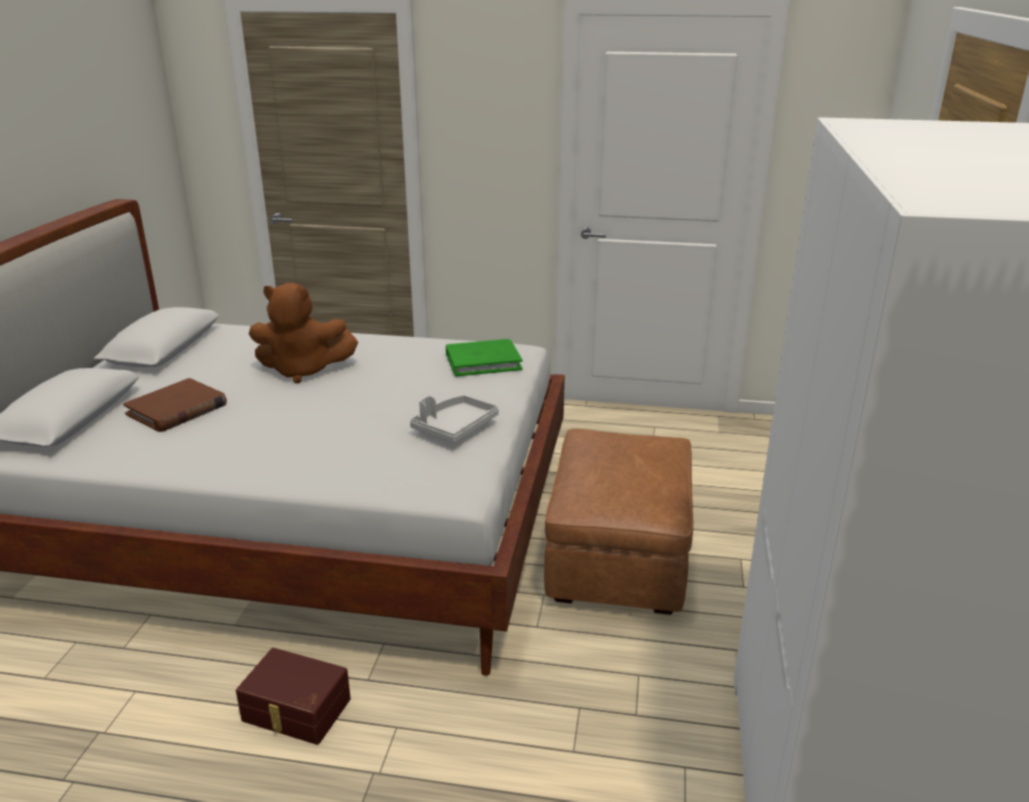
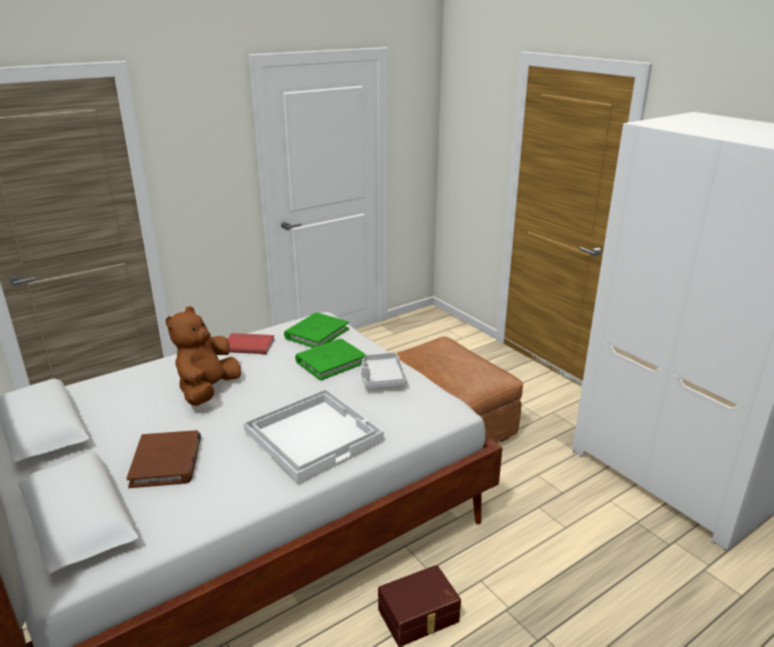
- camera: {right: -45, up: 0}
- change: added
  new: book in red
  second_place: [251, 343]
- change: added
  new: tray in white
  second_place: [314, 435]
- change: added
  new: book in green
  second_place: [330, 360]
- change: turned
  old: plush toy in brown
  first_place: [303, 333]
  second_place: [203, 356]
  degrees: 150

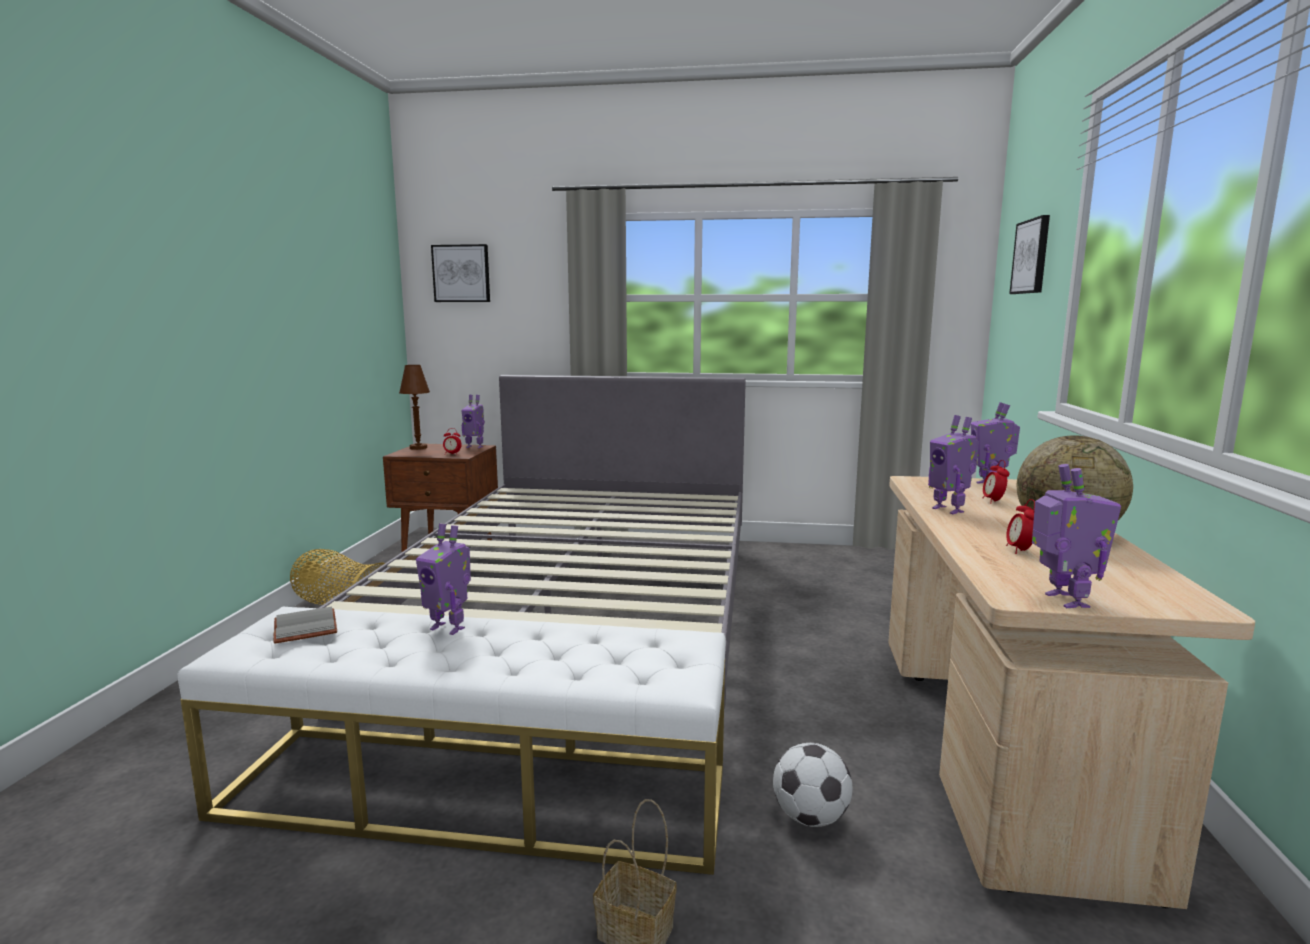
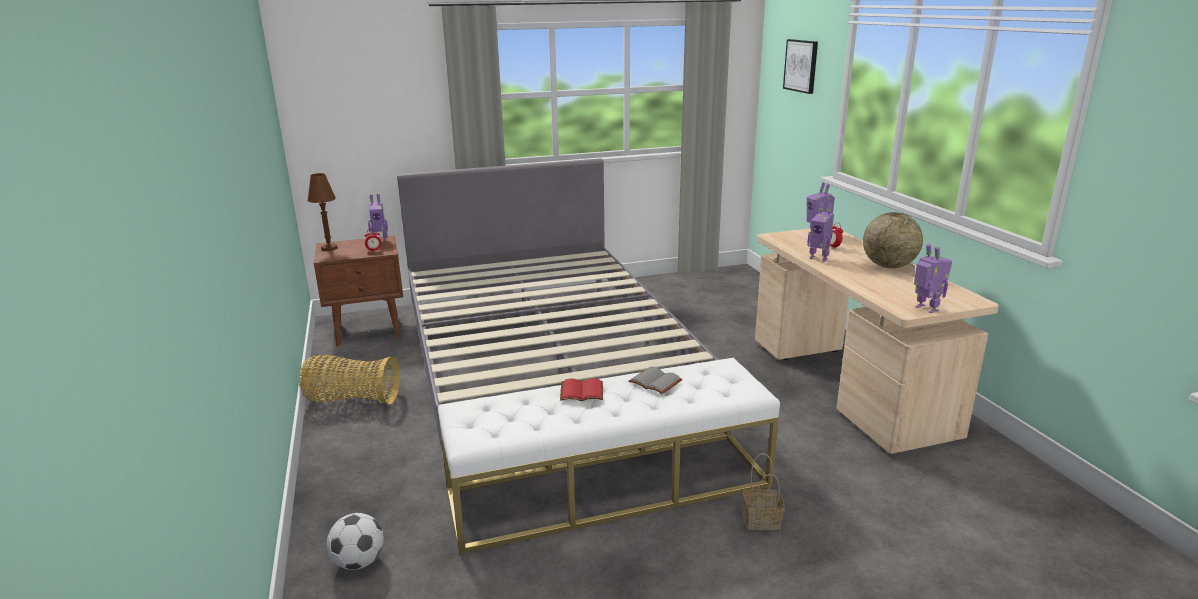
- camera: {right: -25, up: 10}
- change: removed
  old: picture
  first_place: [460, 273]
- change: removed
  old: alarm clock
  first_place: [1020, 526]
- change: moved
  old: book in grey
  first_place: [305, 625]
  second_place: [655, 380]
- change: moved
  old: football
  first_place: [813, 785]
  second_place: [355, 541]
- change: replaced
  old: toy robot
  new: book in red
  first_place: [443, 579]
  second_place: [581, 389]

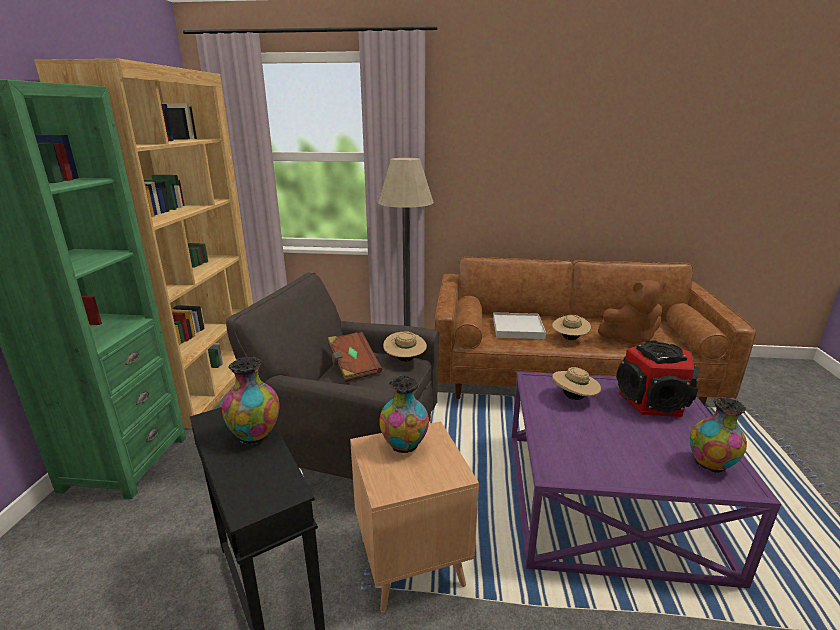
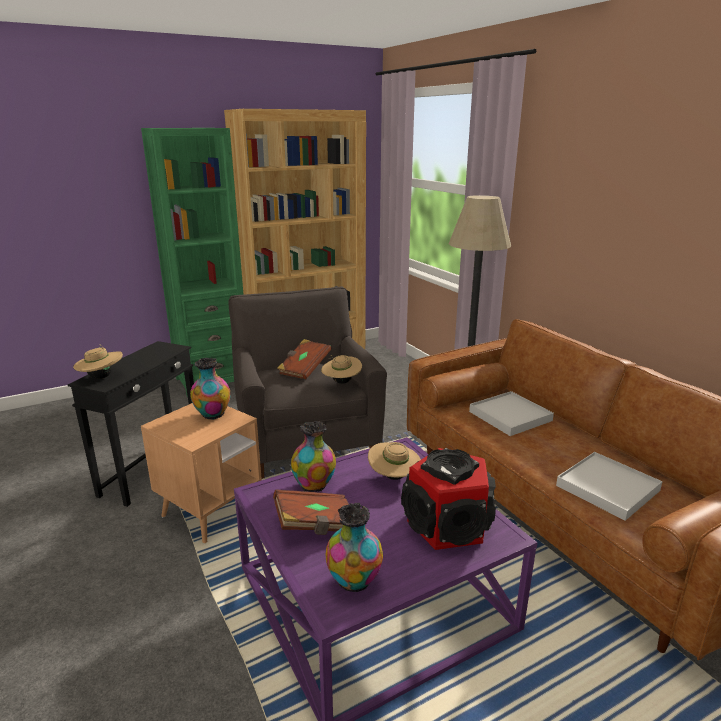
- camera: {right: 55, up: 0}
- change: added
  new: book in brown
  second_place: [311, 512]
- change: moved
  old: vase
  first_place: [251, 400]
  second_place: [313, 456]
- change: moved
  old: hat in beige
  first_place: [571, 327]
  second_place: [98, 361]
- change: replaced
  old: plush toy in brown
  new: tray in white
  first_place: [632, 312]
  second_place: [609, 486]

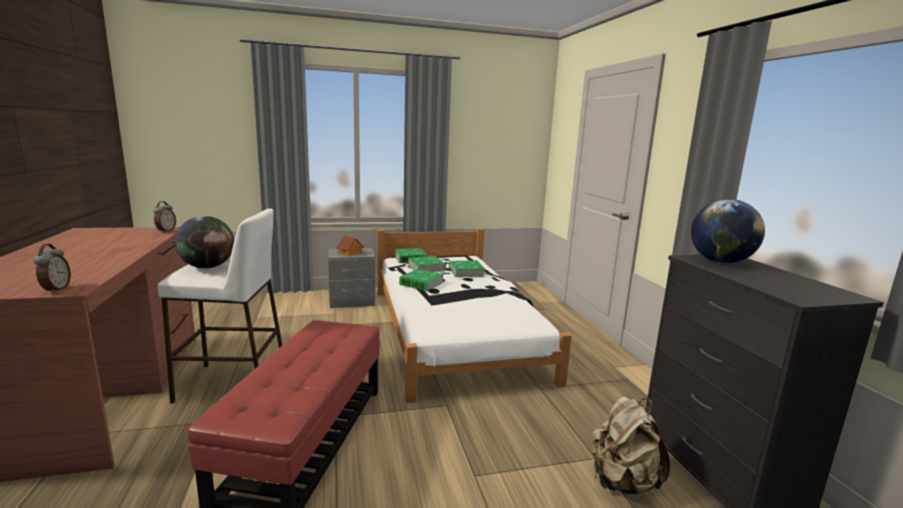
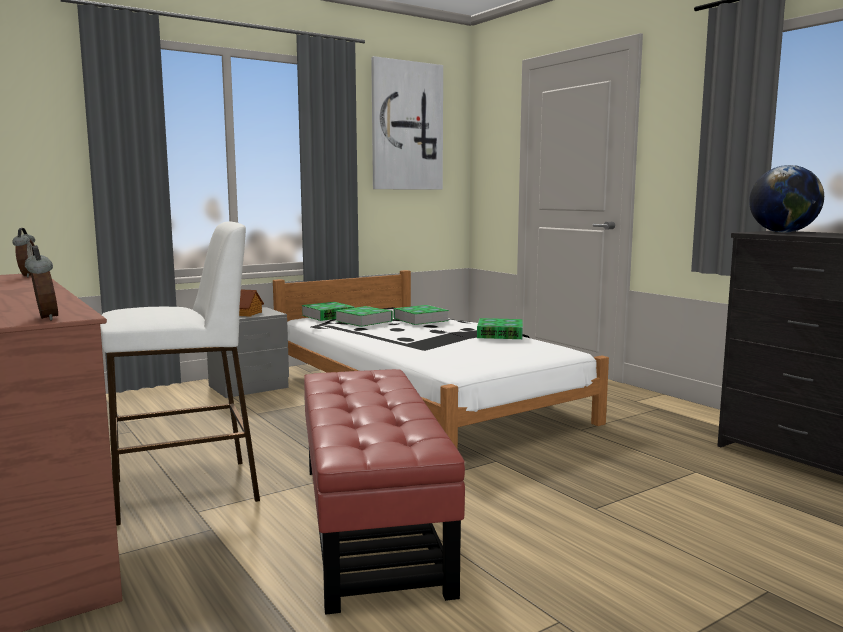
- camera: {right: -20, up: -5}
- change: removed
  old: globe
  first_place: [204, 242]
- change: removed
  old: backpack in beige
  first_place: [631, 445]
- change: added
  new: picture
  second_place: [407, 123]
- change: moved
  old: book
  first_place: [421, 280]
  second_place: [500, 328]

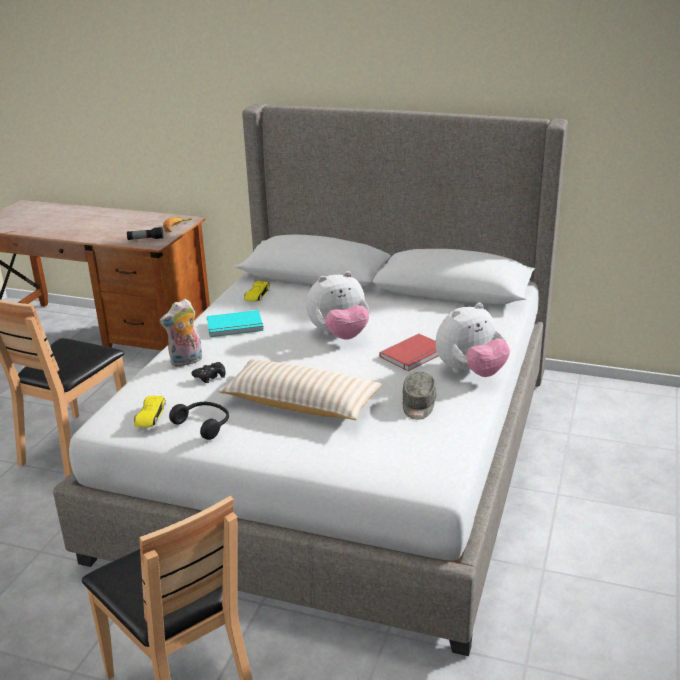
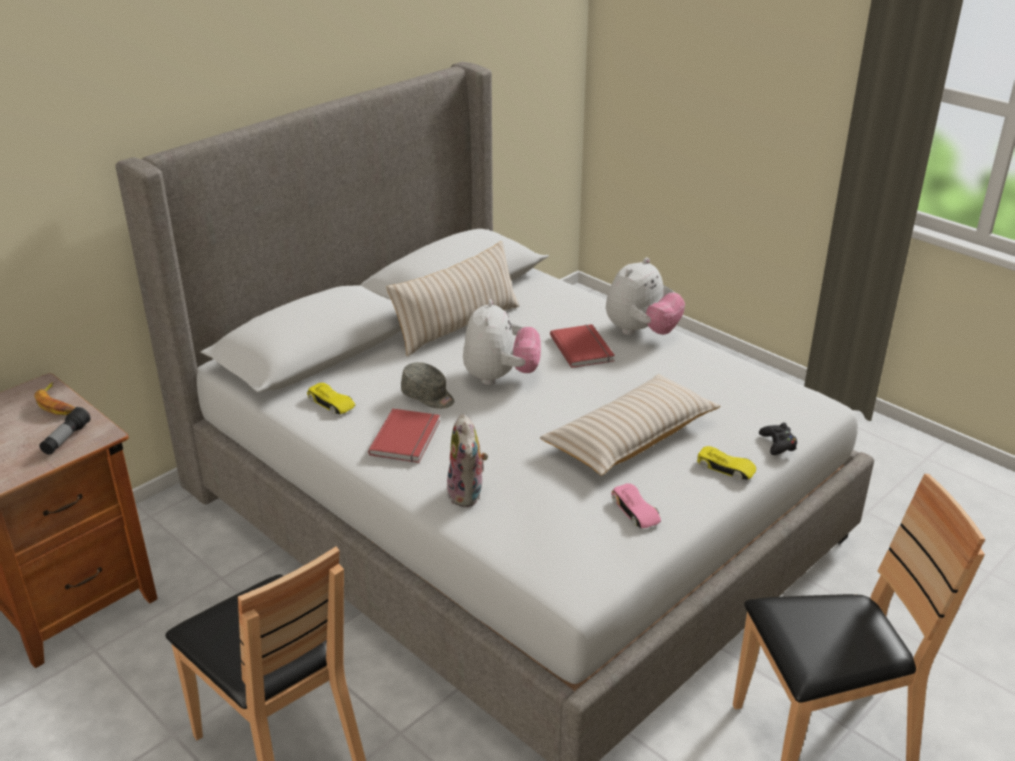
- camera: {right: -65, up: 5}
- change: added
  new: pillow in beige
  second_place: [452, 298]
- change: moved
  old: toy car in yellow
  first_place: [150, 412]
  second_place: [726, 463]
- change: moved
  old: game controller in black
  first_place: [208, 372]
  second_place: [778, 438]
- change: moved
  old: cap in grey
  first_place: [419, 396]
  second_place: [427, 385]
- change: replaced
  old: headphones in black
  new: toy car in pink
  first_place: [199, 421]
  second_place: [636, 506]
- change: recoloured
  old: book in turquoise
  new: book in red
  first_place: [235, 323]
  second_place: [404, 436]
- change: turned
  old: plush toy
  first_place: [473, 340]
  second_place: [645, 296]
  degrees: 45

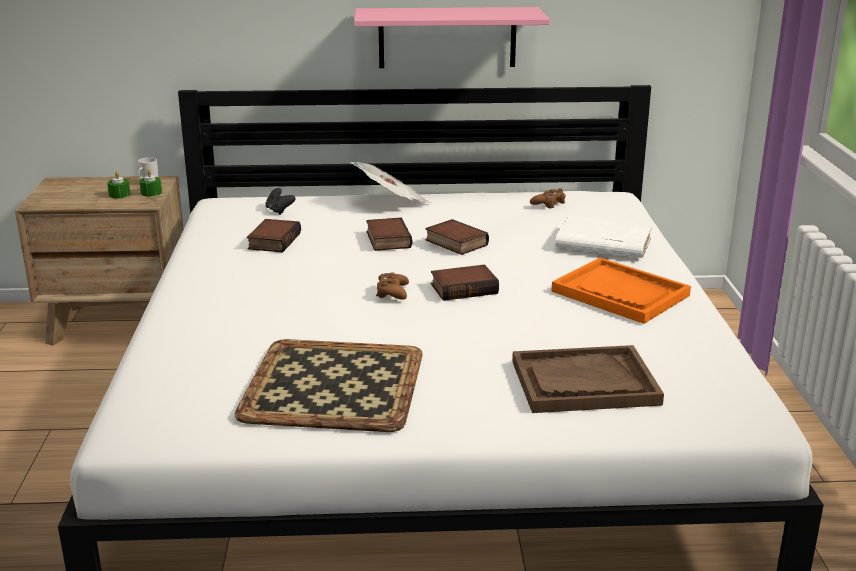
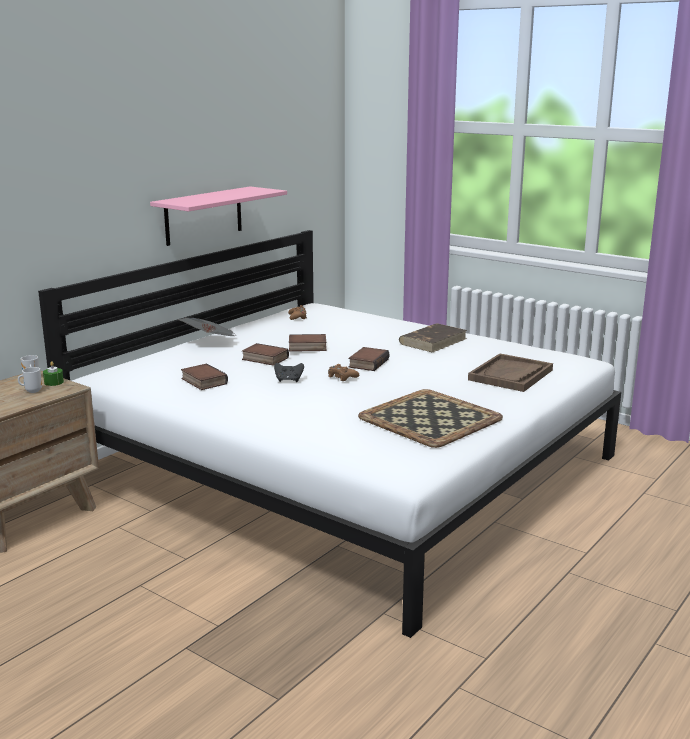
- camera: {right: -50, up: -5}
- change: removed
  old: book in white
  first_place: [603, 237]
- change: moved
  old: game controller in black
  first_place: [280, 201]
  second_place: [289, 372]
- change: replaced
  old: candle in green
  new: mug
  first_place: [118, 184]
  second_place: [30, 380]
- change: replaced
  old: tray in orange
  new: book in brown
  first_place: [621, 291]
  second_place: [433, 338]

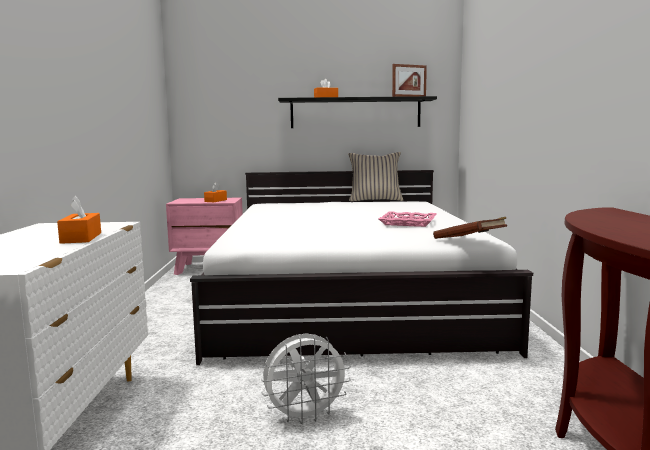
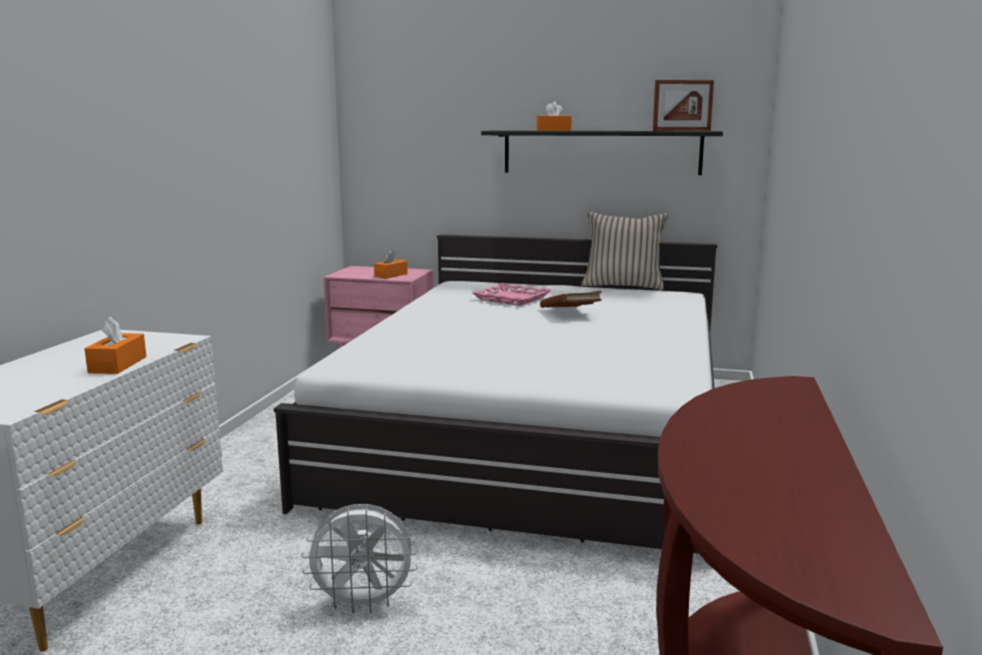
- camera: {right: 15, up: 5}
- change: moved
  old: tray in pink
  first_place: [407, 219]
  second_place: [511, 294]
- change: moved
  old: book in brown
  first_place: [470, 228]
  second_place: [570, 299]

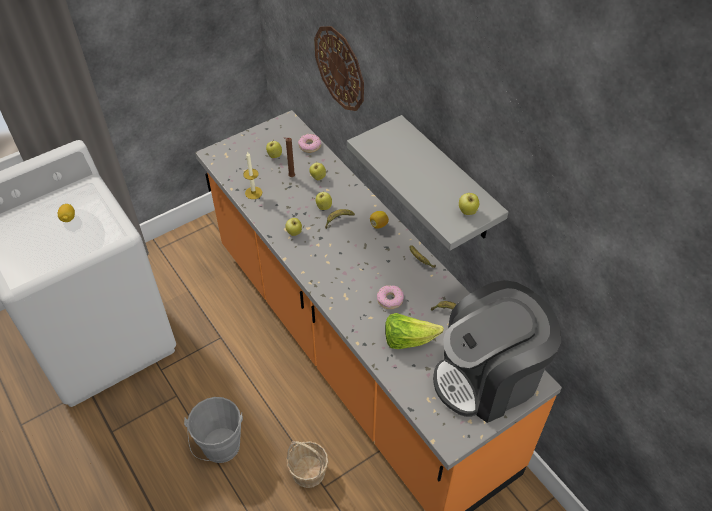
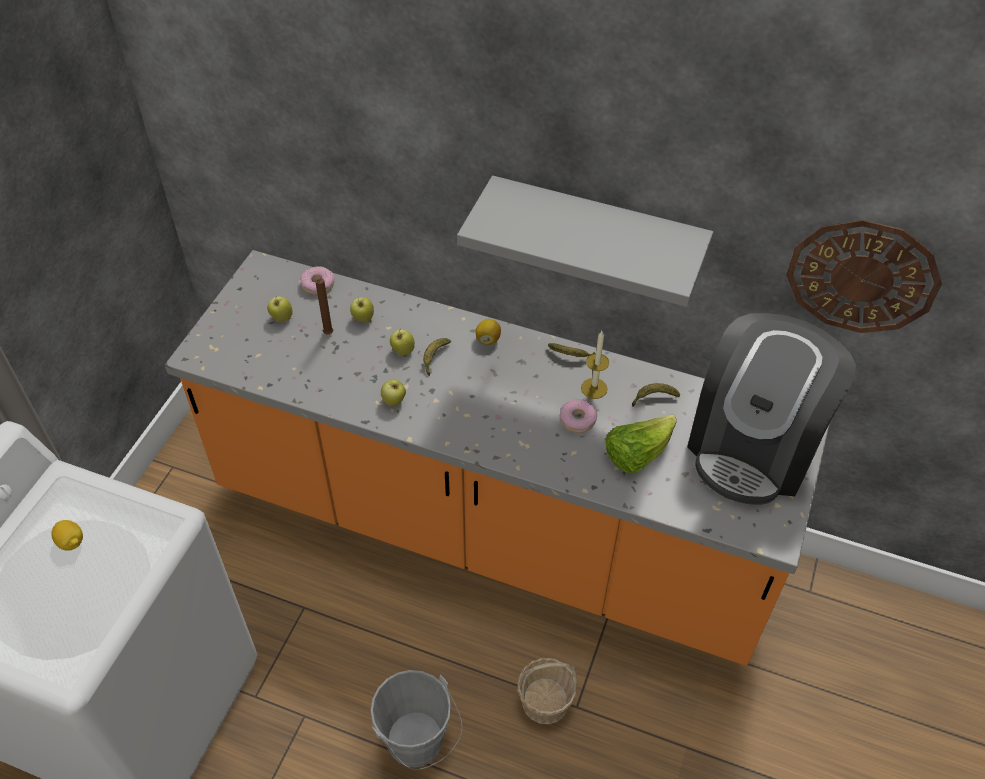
- camera: {right: -35, up: 0}
- change: removed
  old: apple
  first_place: [469, 204]
- change: moved
  old: candle
  first_place: [252, 175]
  second_place: [595, 365]
- change: moved
  old: wall clock
  first_place: [339, 68]
  second_place: [864, 276]

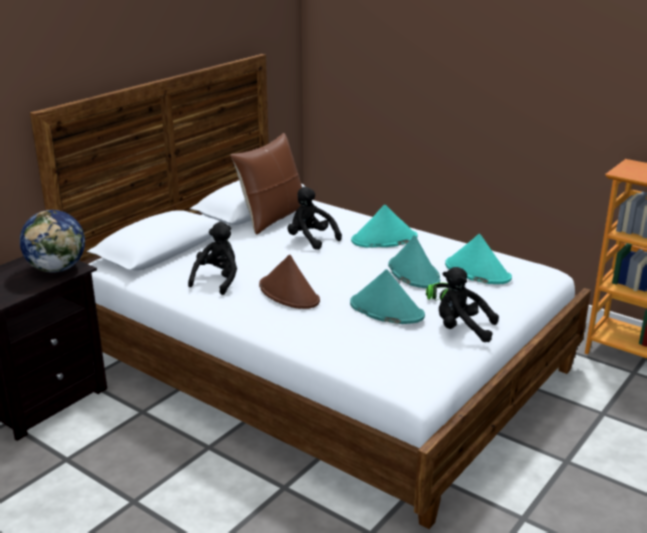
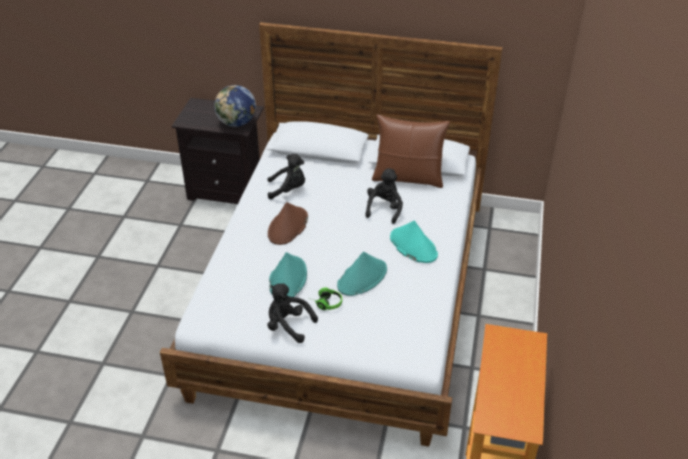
- camera: {right: 65, up: 15}
- change: removed
  old: hat in turquoise
  first_place: [478, 259]
- change: turned
  old: plush toy in black
  first_place: [469, 304]
  second_place: [292, 313]
  degrees: -60

